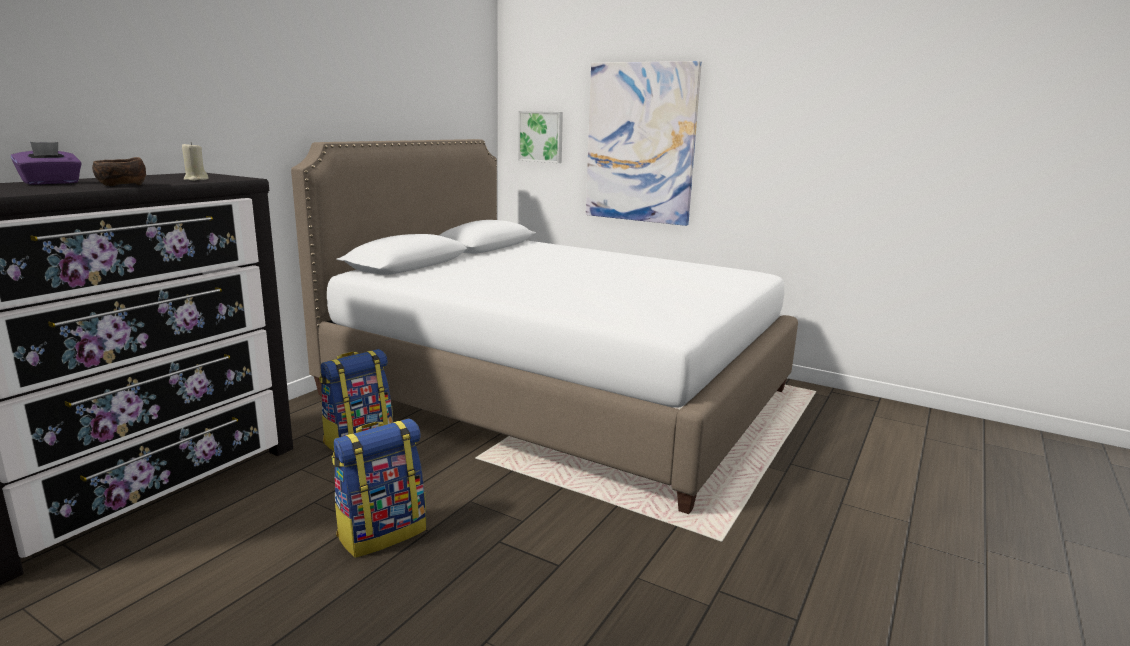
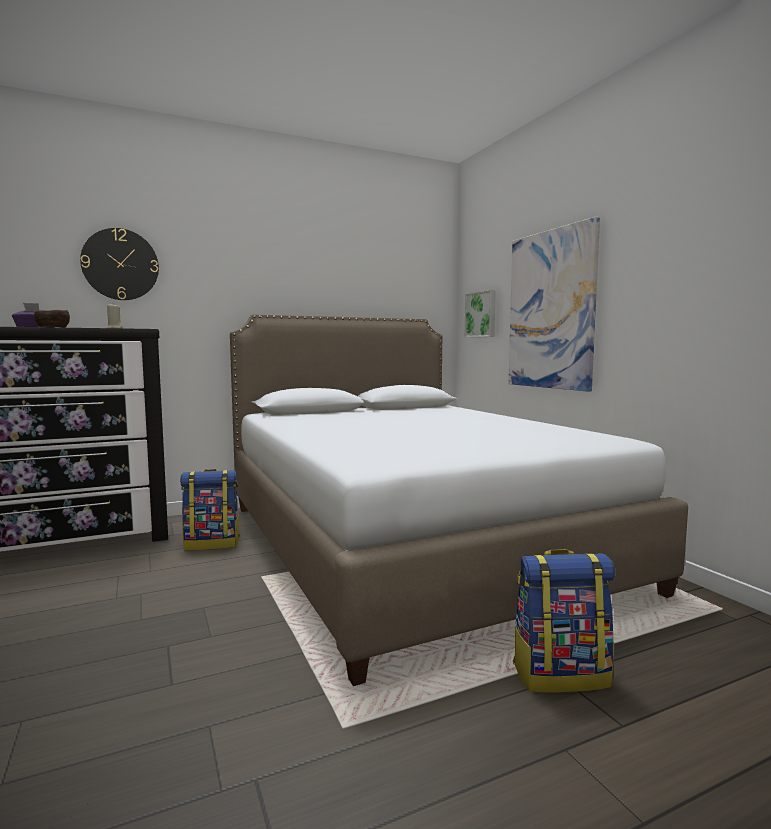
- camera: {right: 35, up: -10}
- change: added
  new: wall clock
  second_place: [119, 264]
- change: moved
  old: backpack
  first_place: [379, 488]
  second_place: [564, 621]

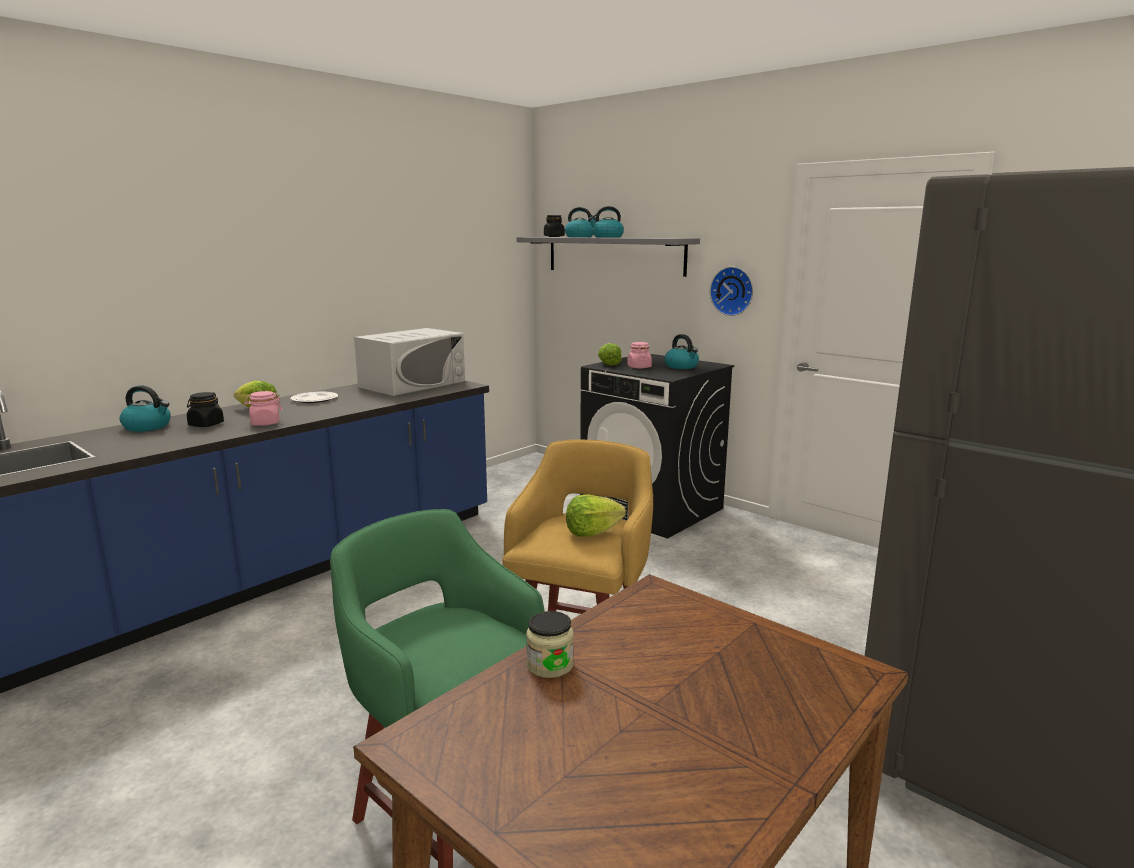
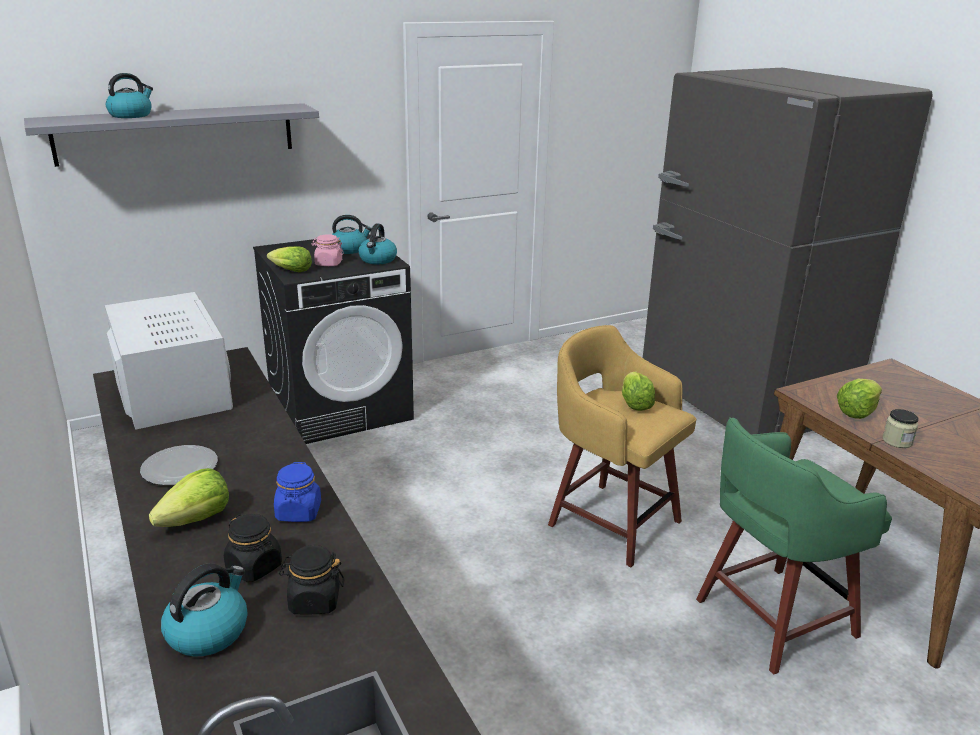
- camera: {right: -70, up: 10}
- change: removed
  old: wall clock
  first_place: [731, 291]
- change: added
  new: lettuce
  second_place: [859, 399]
- change: moved
  old: jar in black
  first_place: [554, 226]
  second_place: [312, 580]
- change: moved
  old: kettle
  first_place: [606, 222]
  second_place: [378, 244]
- change: recoloured
  old: jar in pink
  new: jar in blue
  first_place: [263, 408]
  second_place: [297, 492]

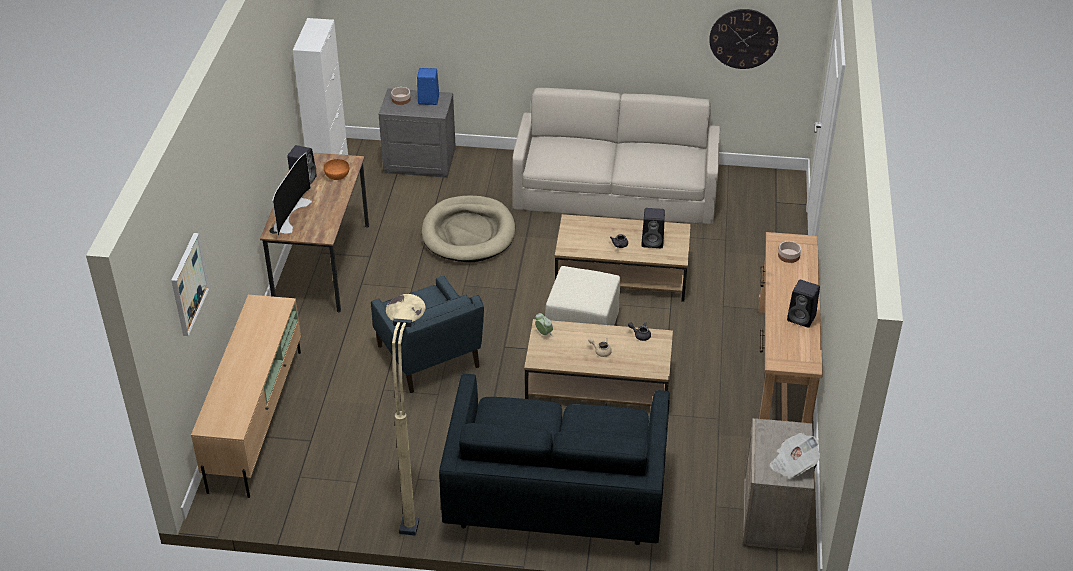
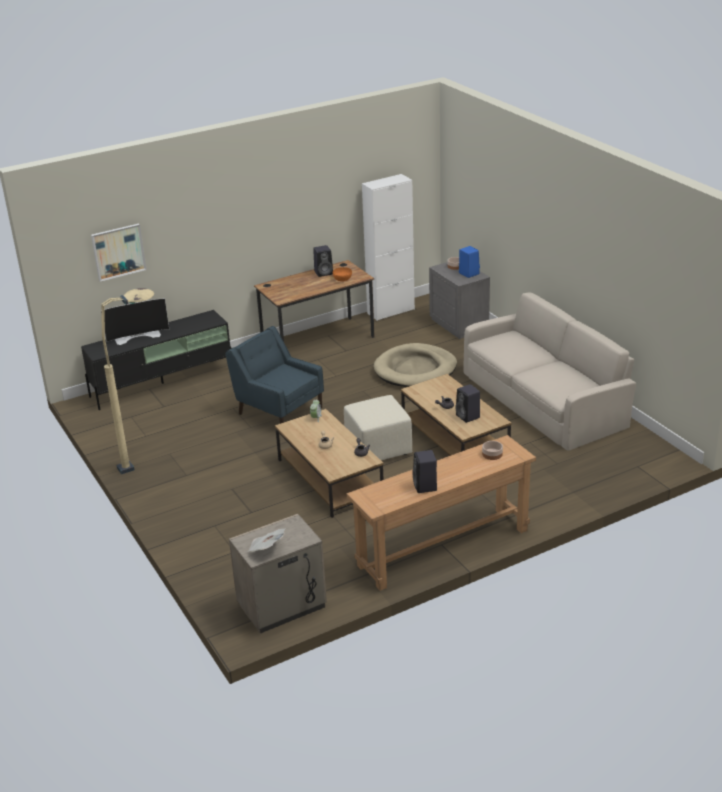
- camera: {right: 55, up: -10}
- change: removed
  old: sofa in blue
  first_place: [554, 459]
- change: removed
  old: wall clock
  first_place: [743, 39]
- change: moved
  old: television
  first_place: [292, 195]
  second_place: [135, 321]
- change: recoloured
  old: tv stand in beige
  new: tv stand in black
  first_place: [246, 396]
  second_place: [156, 360]
- change: turned
  old: armchair in blue
  first_place: [427, 334]
  second_place: [275, 375]
  degrees: 105

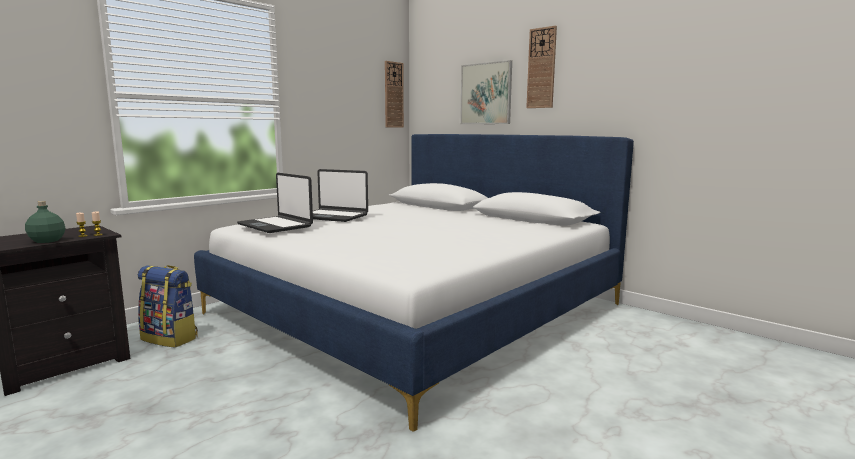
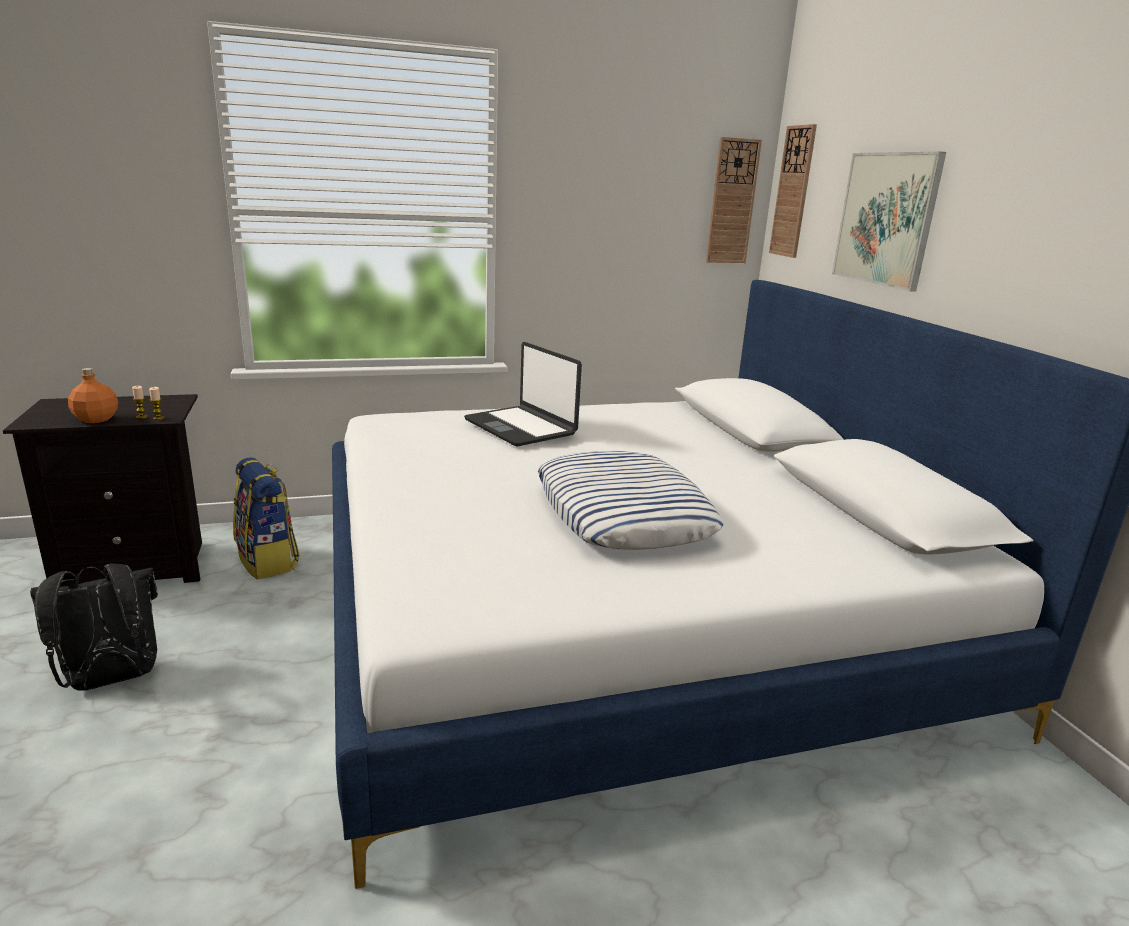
- camera: {right: 30, up: 10}
- change: removed
  old: laptop
  first_place: [275, 203]
- change: added
  new: backpack in black
  second_place: [94, 627]
- change: added
  new: pillow
  second_place: [630, 500]
- change: moved
  old: wall clock
  first_place: [541, 67]
  second_place: [793, 191]
- change: recoloured
  old: bottle in green
  new: bottle in orange
  first_place: [45, 222]
  second_place: [93, 395]

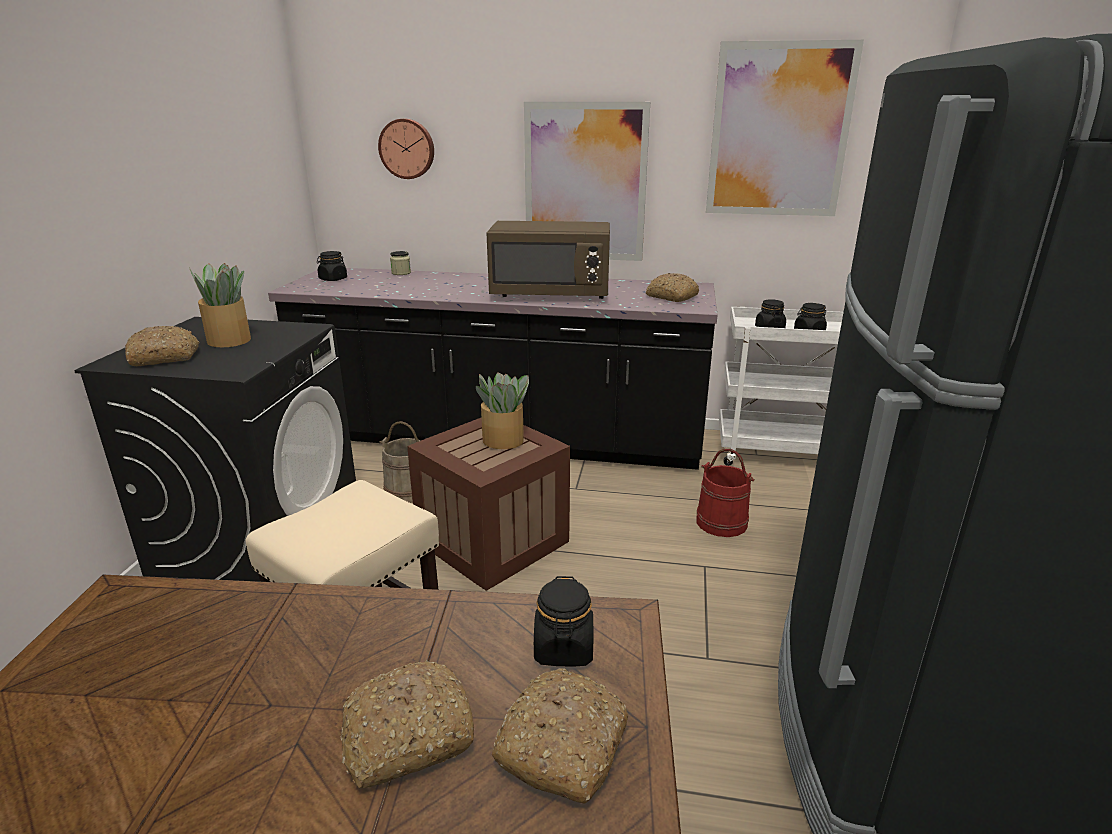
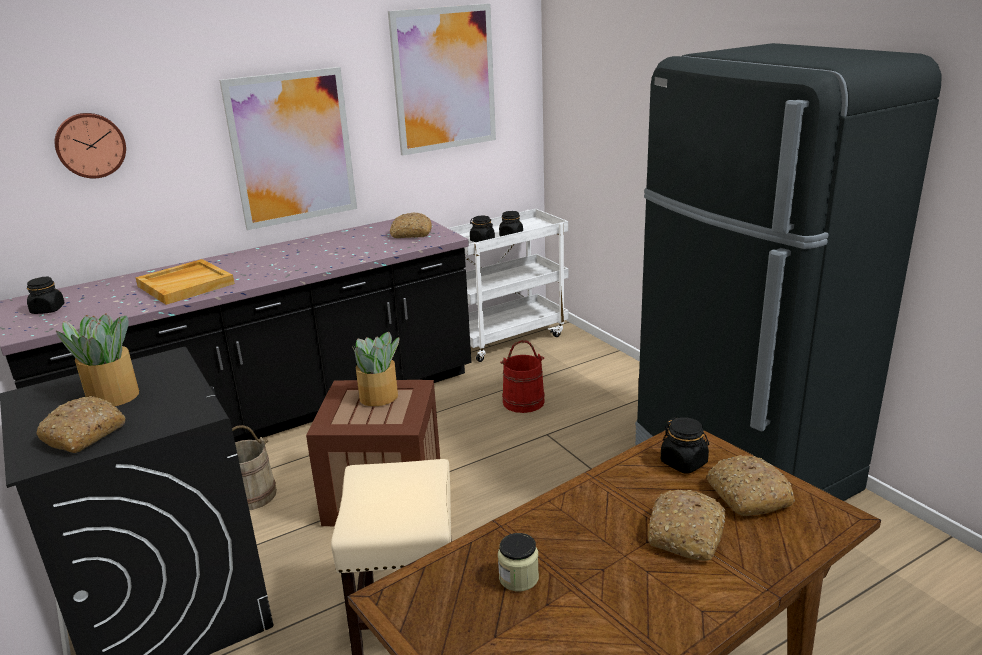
- camera: {right: -40, up: 0}
- change: removed
  old: microwave in brown
  first_place: [548, 260]
- change: added
  new: tray in beige
  second_place: [185, 282]
- change: moved
  old: jar
  first_place: [400, 263]
  second_place: [518, 562]

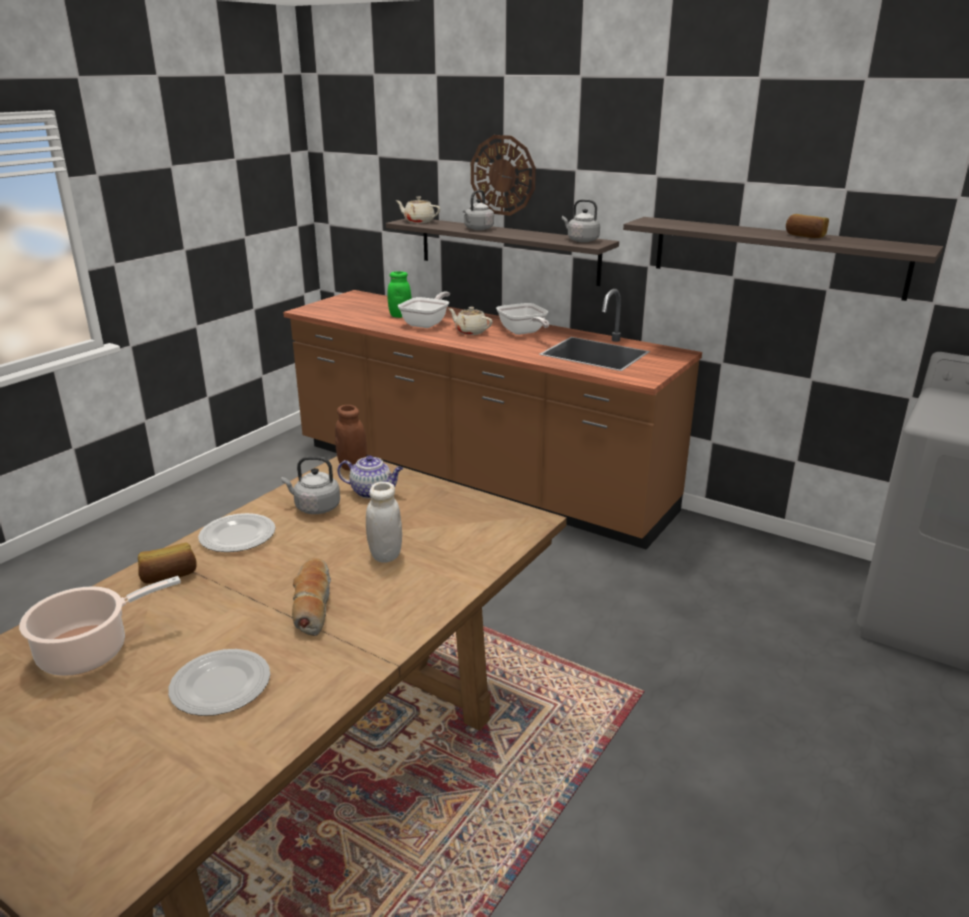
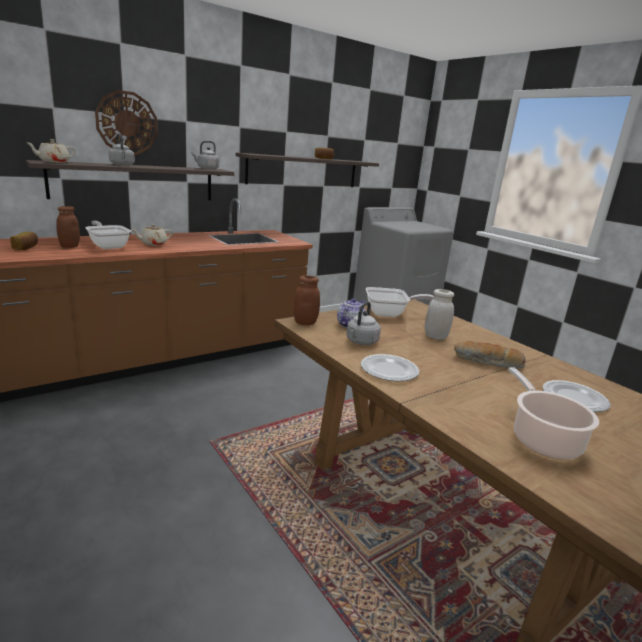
- camera: {right: -70, up: -5}
- change: moved
  old: bread
  first_place: [167, 562]
  second_place: [24, 241]
- change: moved
  old: frying pan
  first_place: [522, 319]
  second_place: [400, 302]
- change: recoloured
  old: jar in green
  new: jar in brown
  first_place: [399, 294]
  second_place: [68, 227]

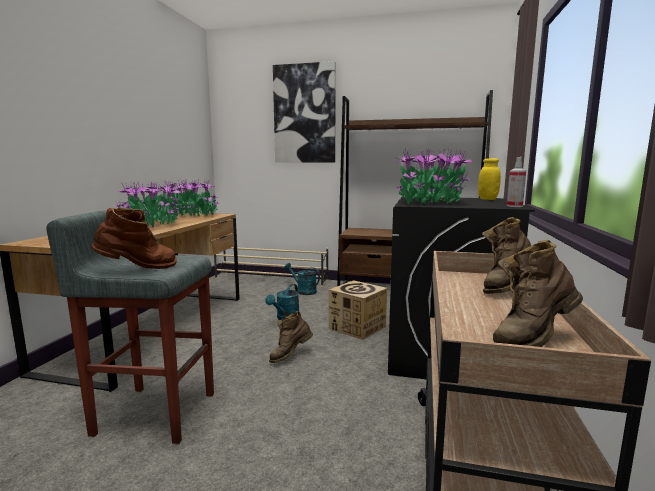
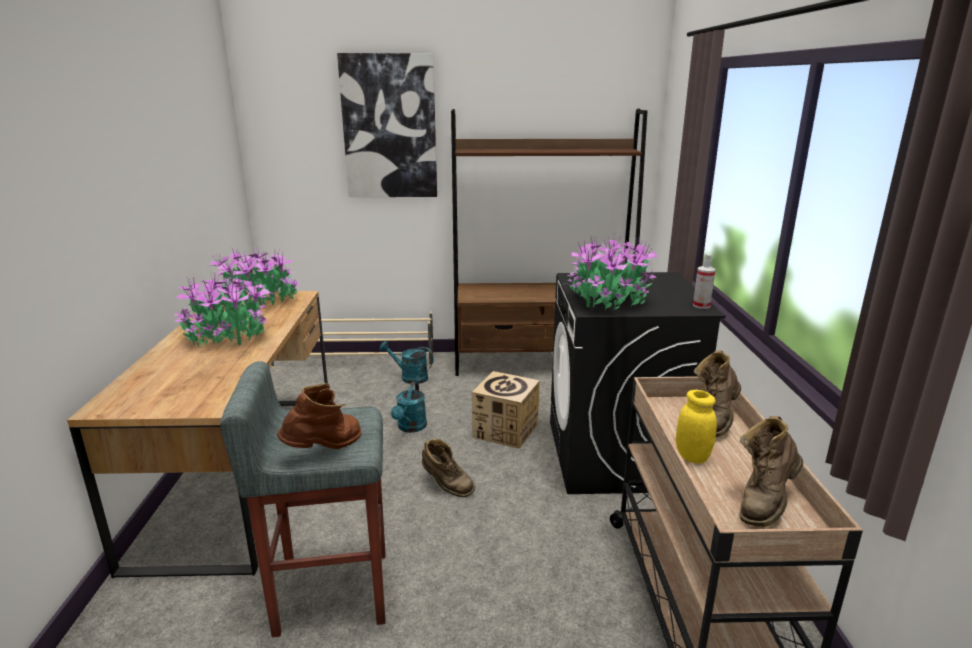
- camera: {right: -15, up: 10}
- change: moved
  old: jar in yellow
  first_place: [489, 179]
  second_place: [696, 427]
- change: turned
  old: boot in brown
  first_place: [291, 337]
  second_place: [448, 468]
  degrees: -90

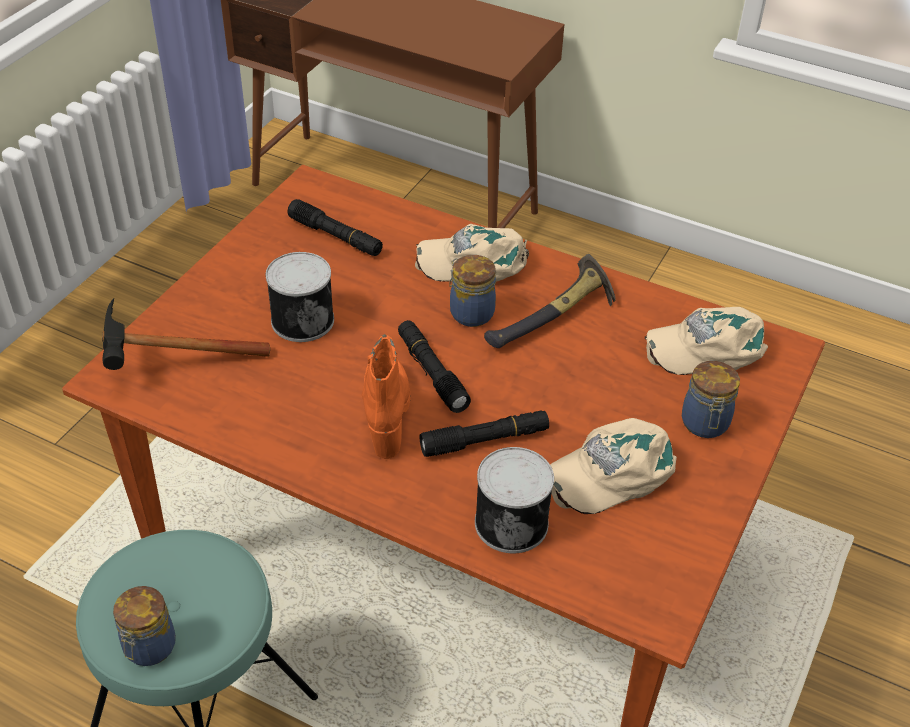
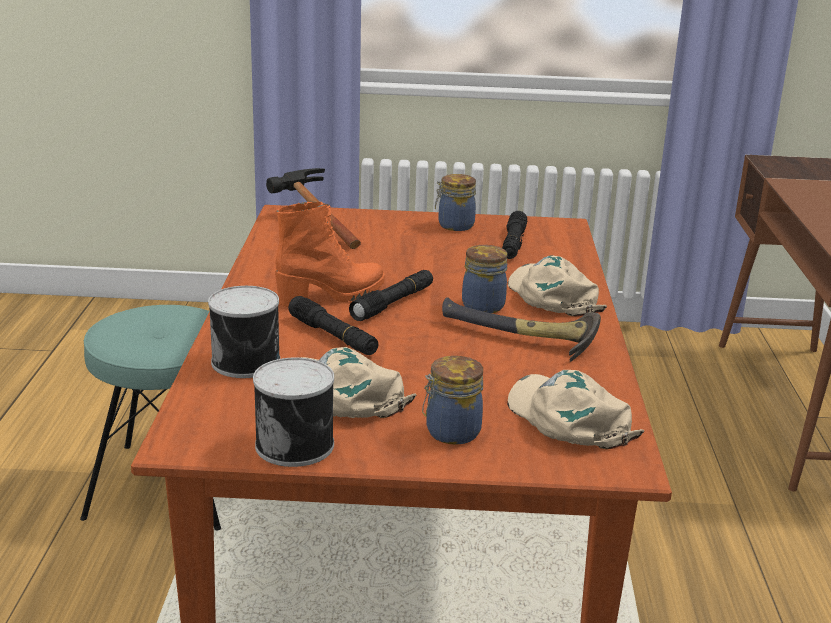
- camera: {right: 65, up: -20}
- change: moved
  old: jar
  first_place: [144, 626]
  second_place: [455, 202]
- change: moved
  old: can
  first_place: [300, 297]
  second_place: [293, 412]

